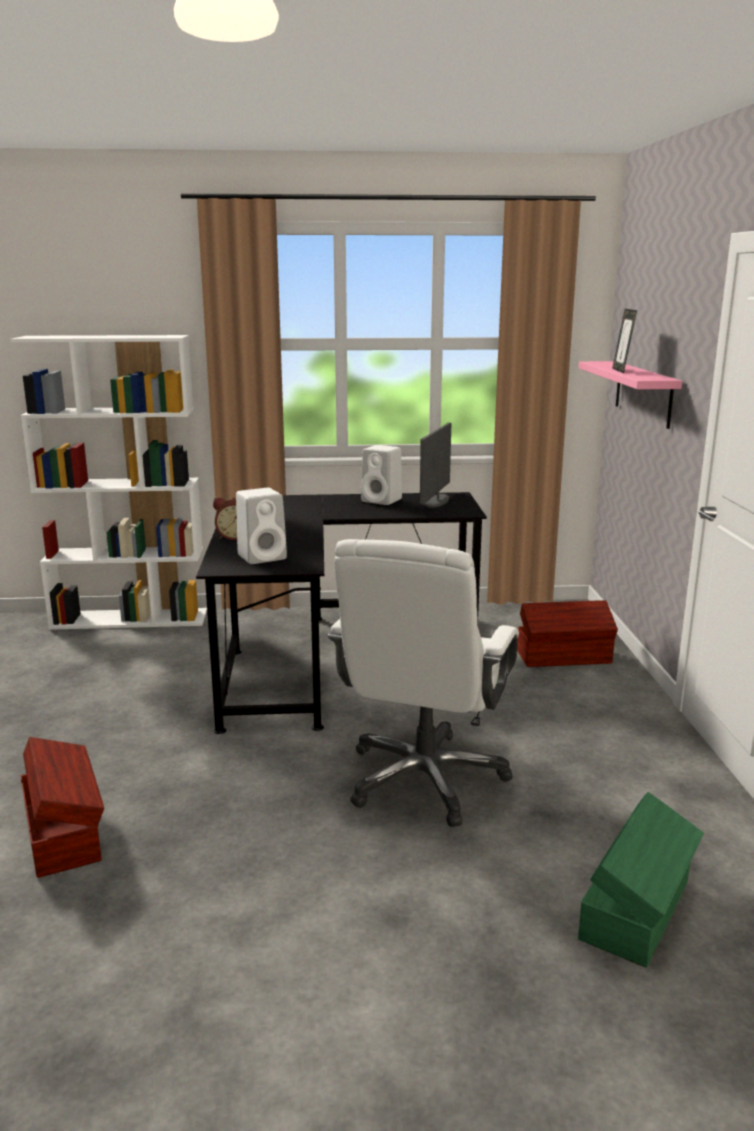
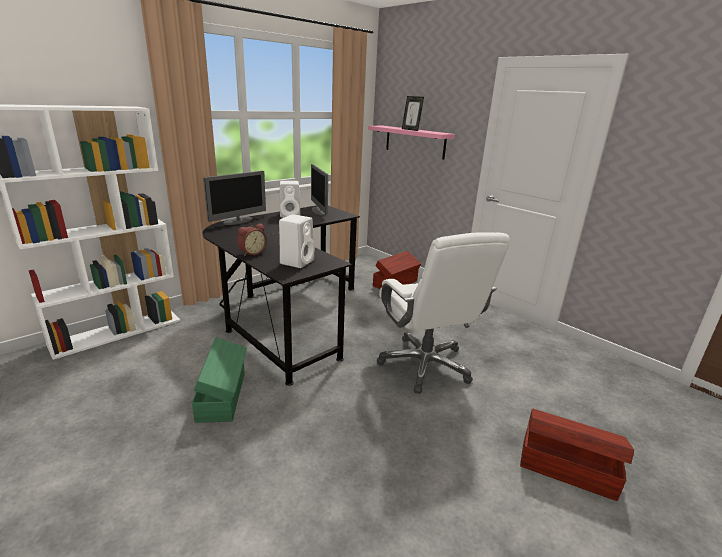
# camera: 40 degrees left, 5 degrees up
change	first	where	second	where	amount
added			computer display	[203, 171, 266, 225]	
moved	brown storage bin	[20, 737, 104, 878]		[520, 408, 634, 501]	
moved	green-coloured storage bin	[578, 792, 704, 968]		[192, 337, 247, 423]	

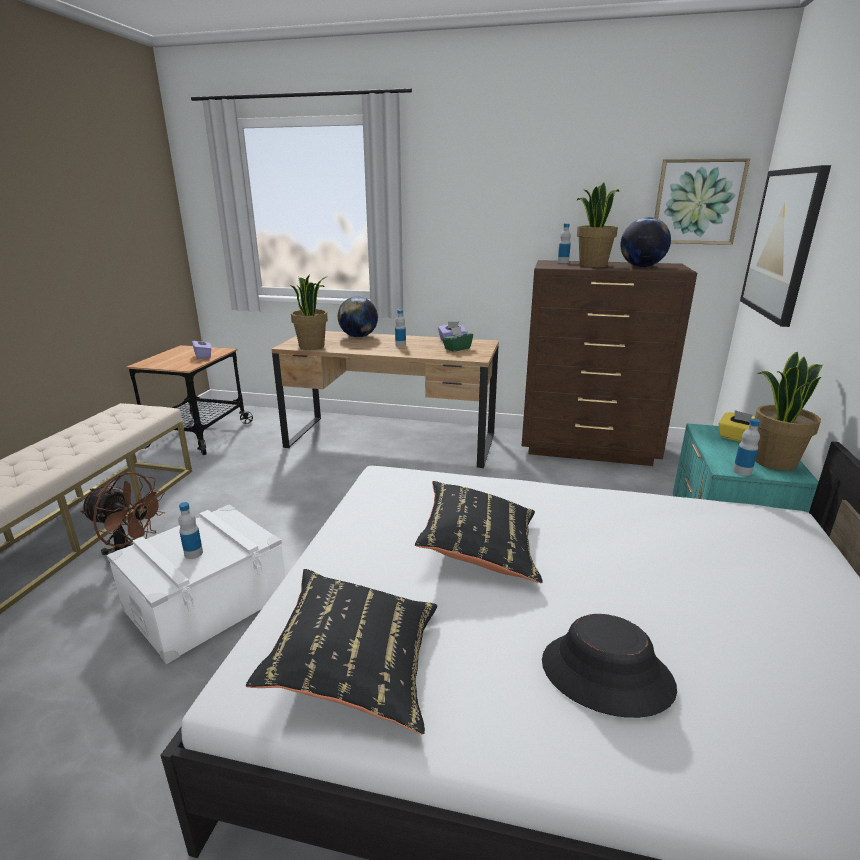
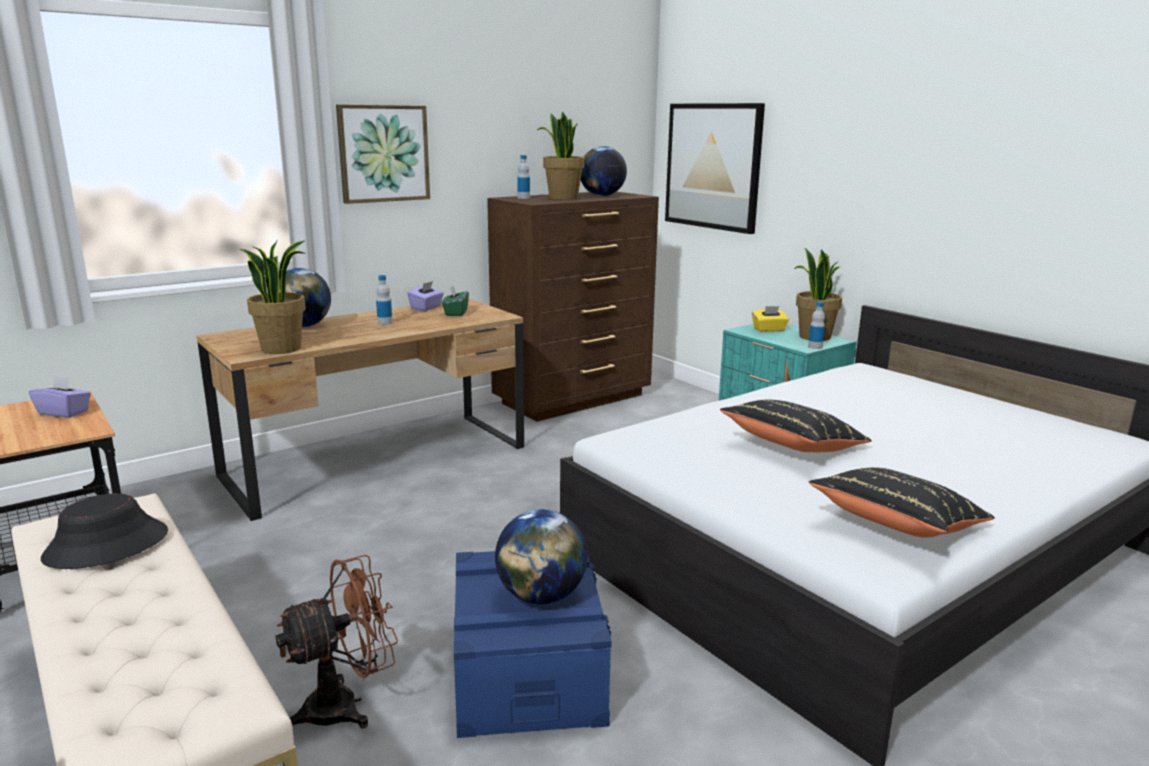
# camera: 50 degrees left, 5 degrees down
change	first	where	second	where	amount
moved	black clothing hat	[542, 614, 677, 718]		[41, 493, 168, 569]	
moved	wall art	[654, 158, 750, 245]		[336, 104, 430, 204]	
replaced	beverage bottle	[178, 502, 203, 559]	world globe	[495, 509, 588, 604]	
recoloured	whitish storage bin	[107, 505, 285, 664]	bluish storage bin	[454, 551, 612, 738]	

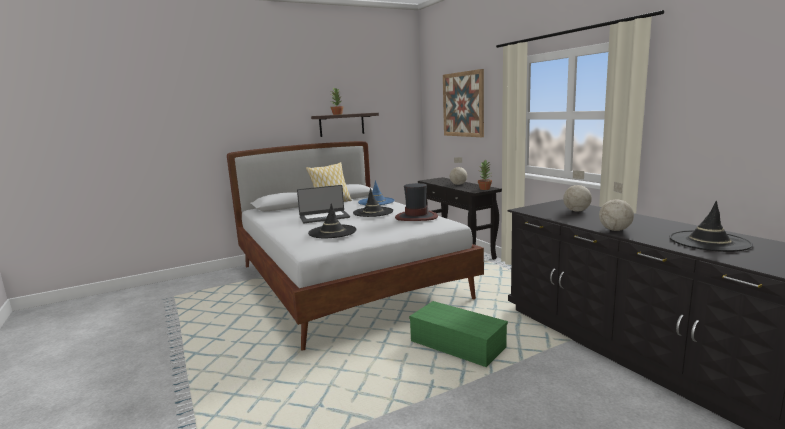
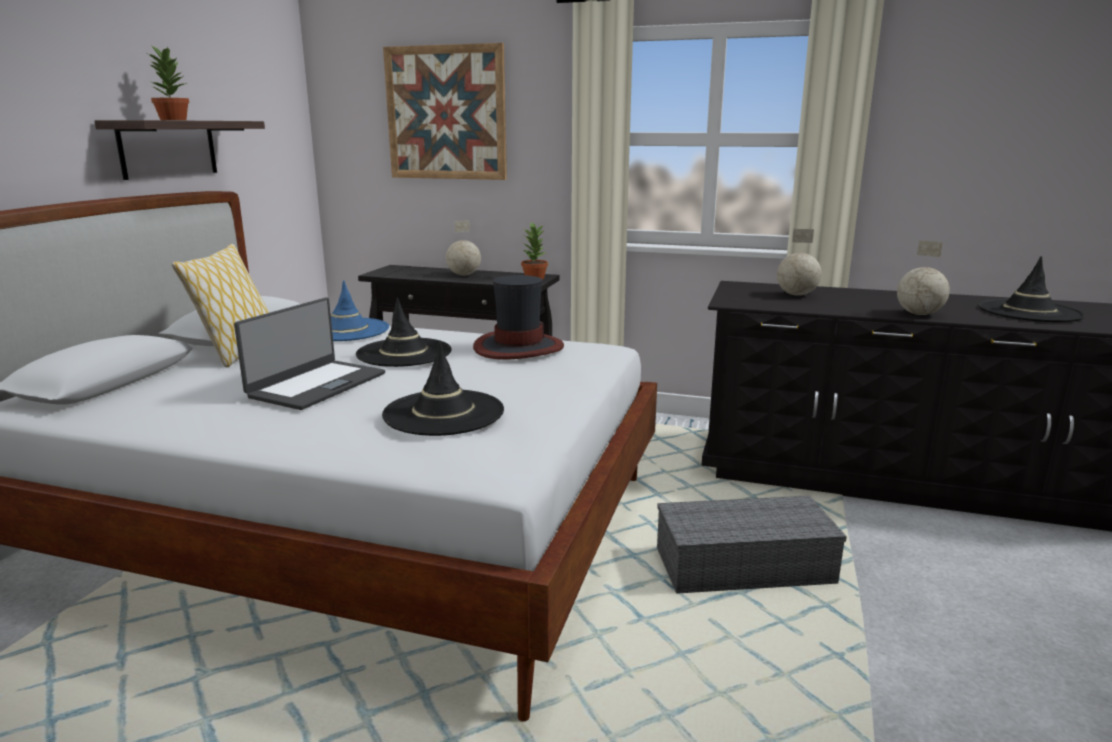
# camera: 45 degrees left, 5 degrees up
change	first	where	second	where	amount
recoloured	green-coloured storage bin	[409, 301, 508, 367]	grey storage bin	[657, 496, 847, 594]	

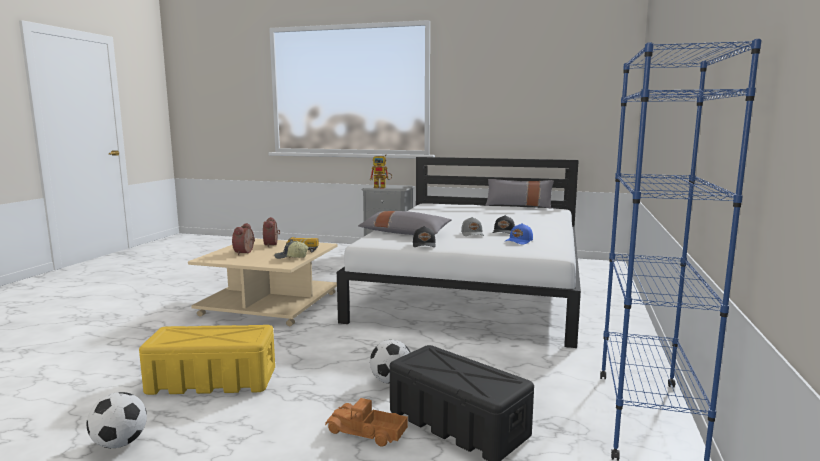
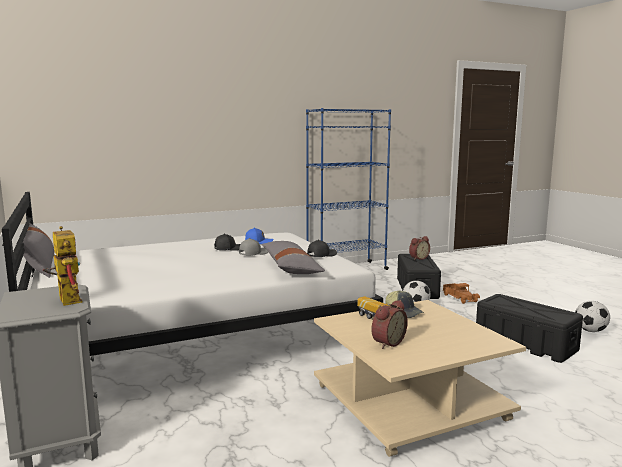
# camera: 130 degrees left, 0 degrees up
change	first	where	second	where	amount
moved	alarm clock	[232, 223, 255, 255]		[409, 236, 430, 260]	
recoloured	yellowish storage bin	[139, 325, 275, 395]	black storage bin	[476, 294, 583, 363]	

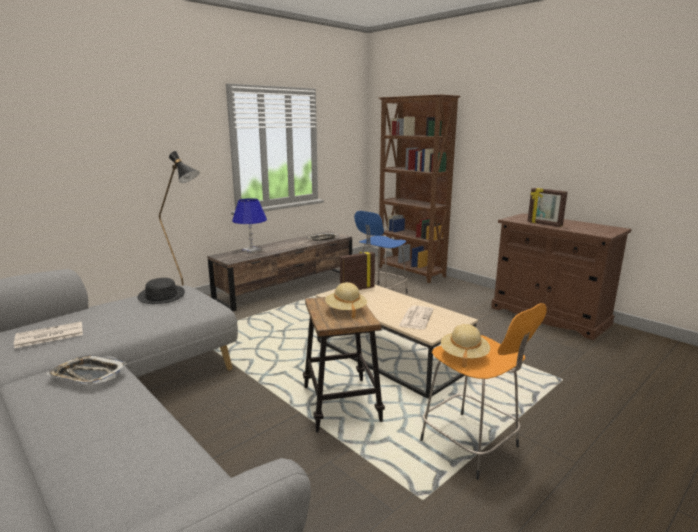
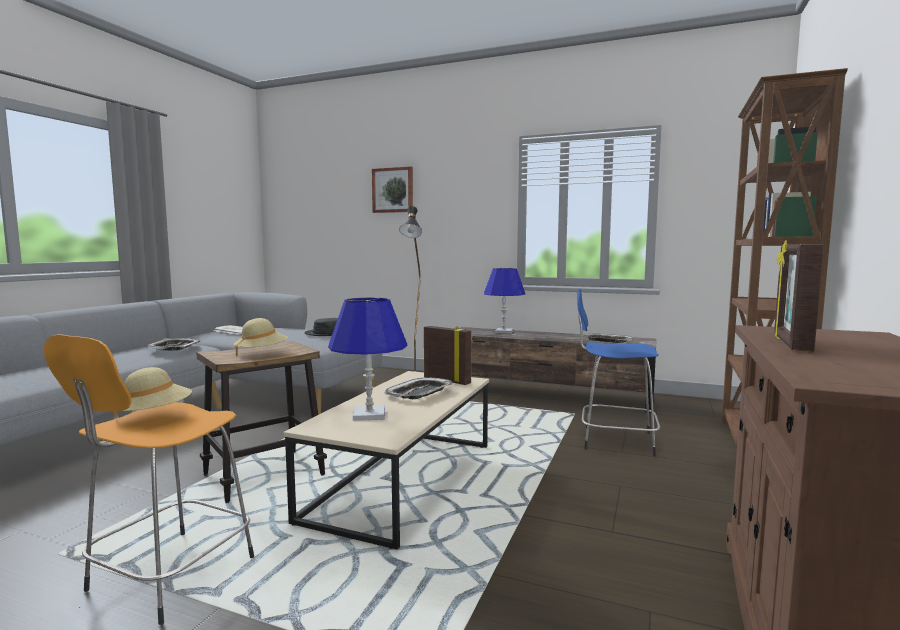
# camera: 65 degrees right, 10 degrees down
change	first	where	second	where	amount
added			wall art	[372, 166, 413, 213]	
added			serving tray	[384, 377, 453, 399]	
replaced	newspaper	[398, 306, 434, 329]	bluish table lamp	[328, 298, 407, 421]	

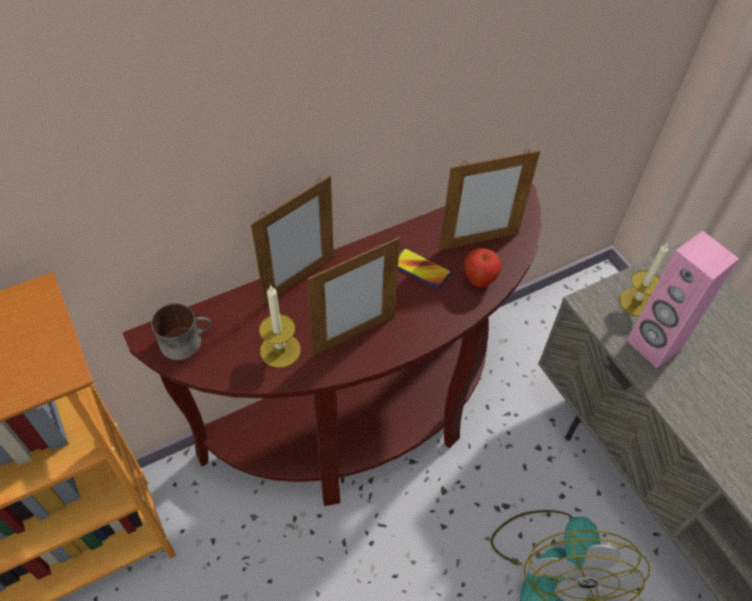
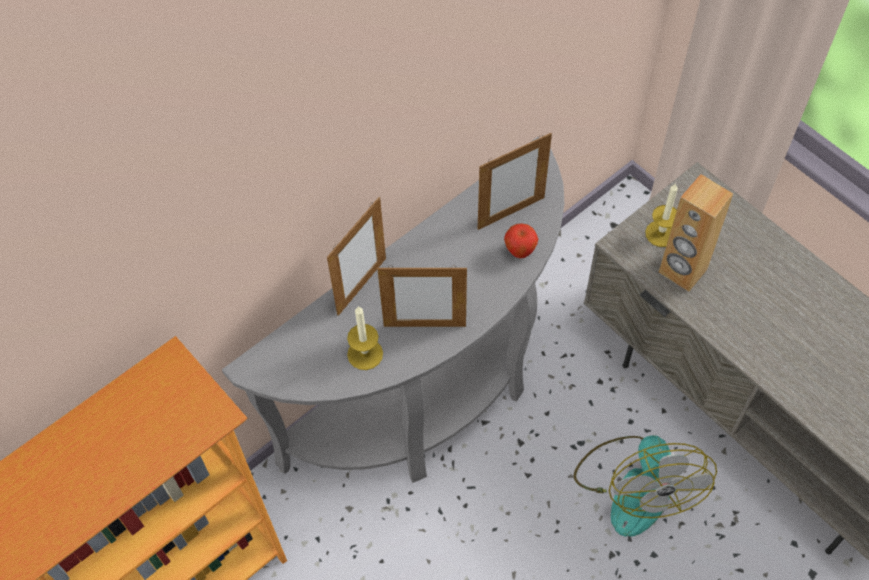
# camera: 10 degrees left, 5 degrees up
change	first	where	second	where	amount
removed	tea mug	[151, 303, 211, 360]			
removed	phone	[398, 248, 452, 289]			
recoloured	brown hall table	[123, 183, 542, 506]	grey hall table	[222, 137, 564, 483]	
recoloured	pink-coloured speaker	[627, 231, 739, 368]	brown speaker	[659, 174, 734, 292]	
turned	photo frame	[307, 237, 400, 356]		[378, 265, 467, 327]	45 degrees clockwise

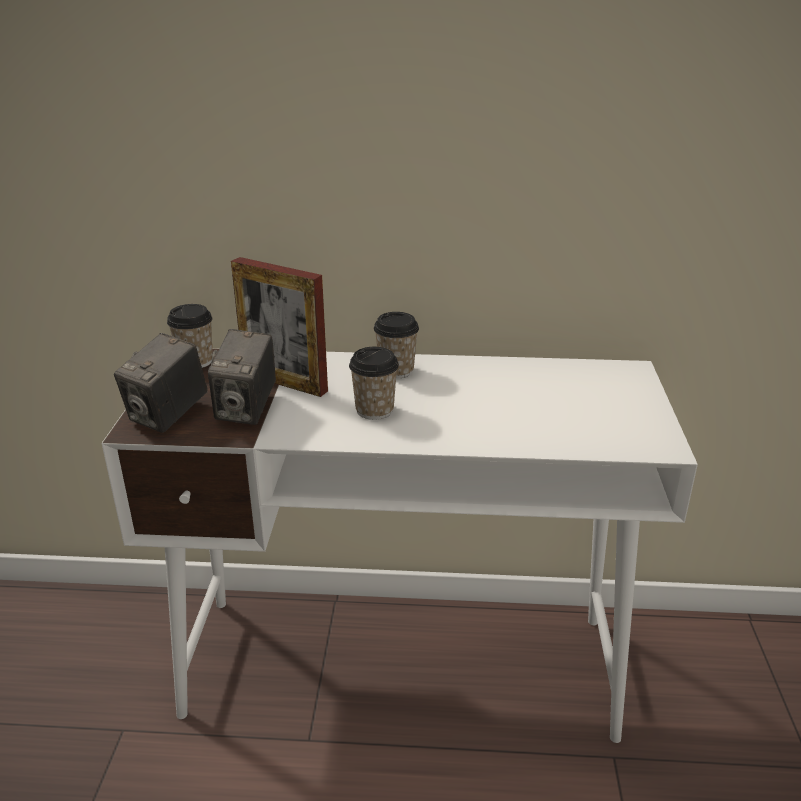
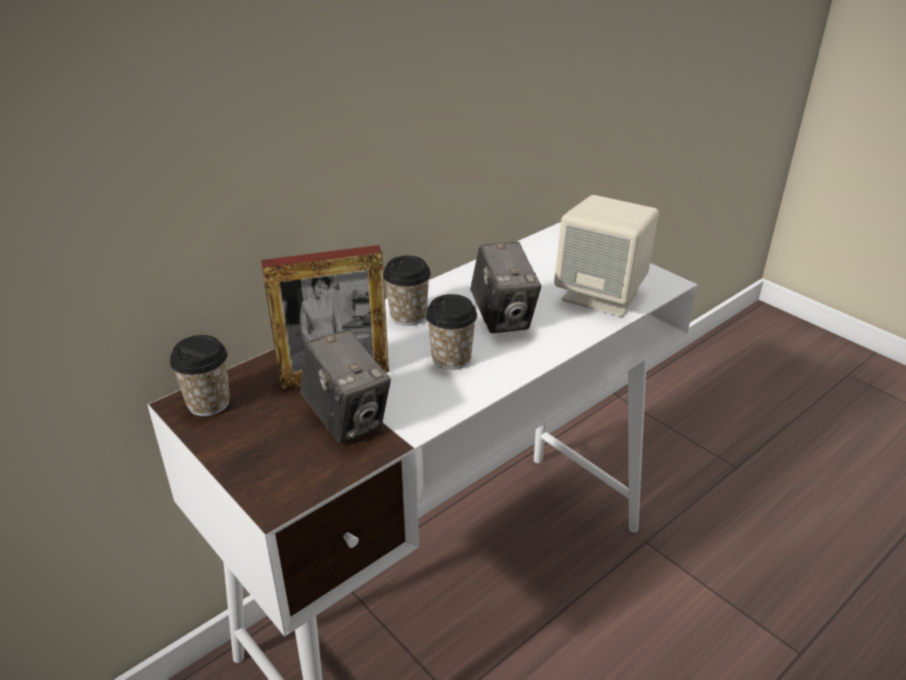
# camera: 45 degrees left, 5 degrees up
change	first	where	second	where	amount
added			beige speaker	[554, 195, 659, 317]	
moved	photo camera	[114, 333, 208, 433]		[470, 242, 541, 333]	

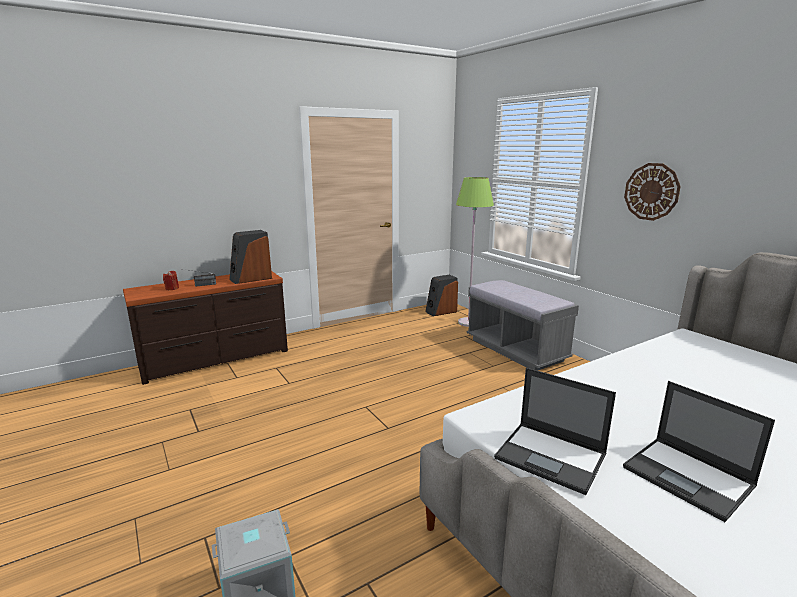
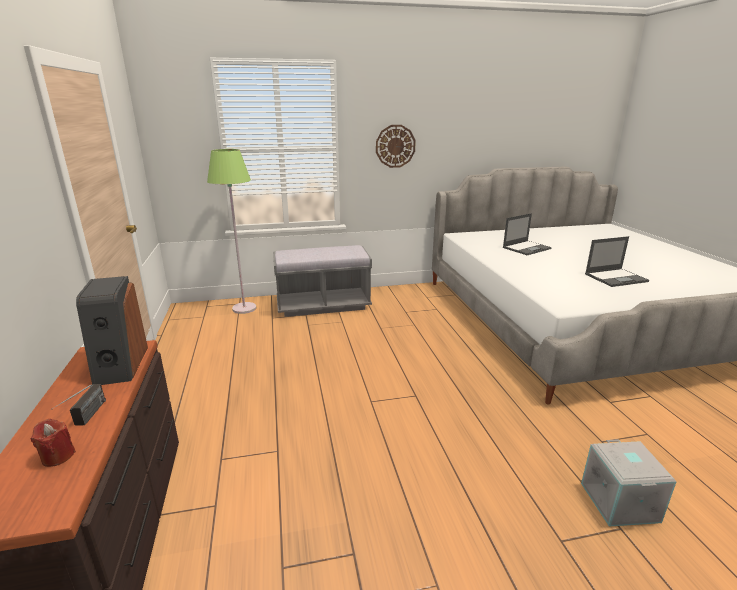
# camera: 70 degrees left, 5 degrees up
change	first	where	second	where	amount
removed	speaker	[425, 275, 458, 316]			
moved	notebook computer	[494, 368, 616, 495]		[503, 213, 552, 255]	

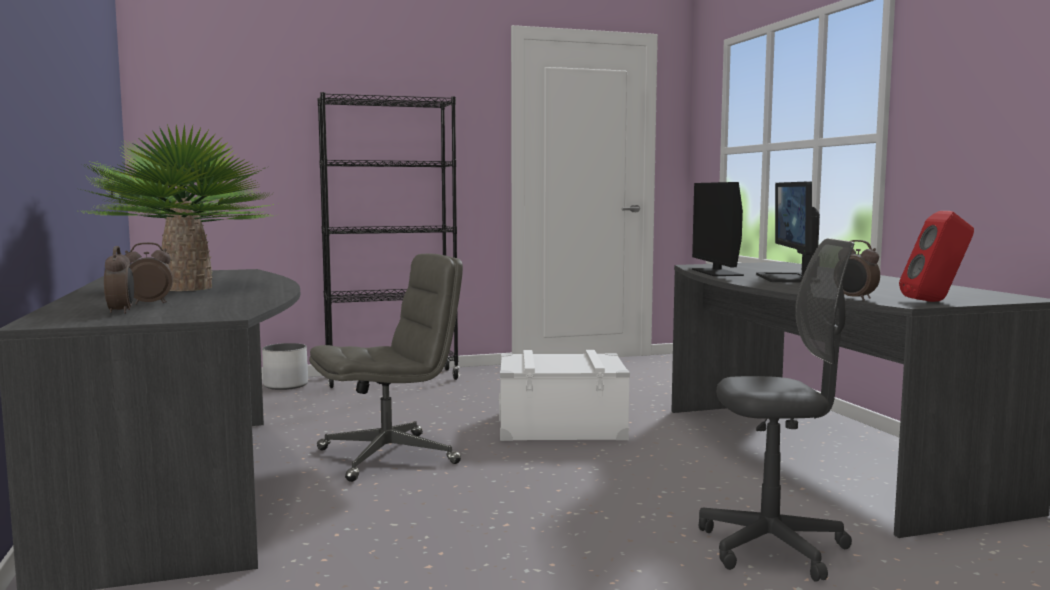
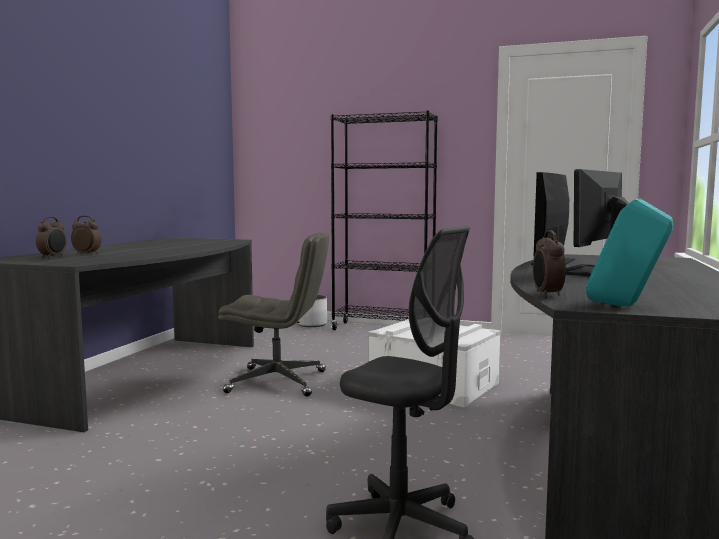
# camera: 35 degrees right, 0 degrees up
change	first	where	second	where	amount
removed	plant in a pot	[79, 124, 280, 291]			
recoloured	red-coloured speaker	[899, 211, 974, 302]	blue-green speaker	[586, 199, 673, 306]	

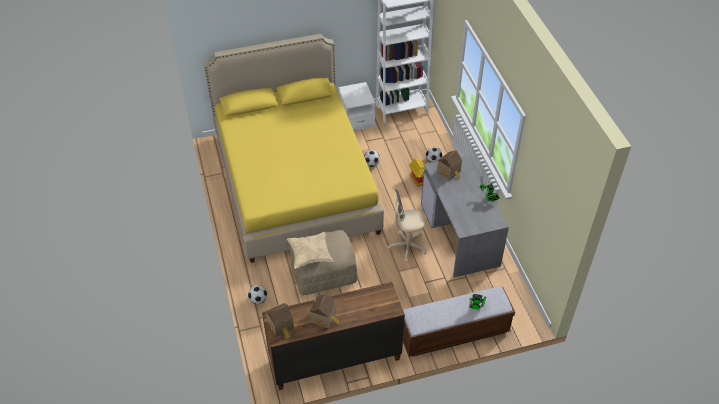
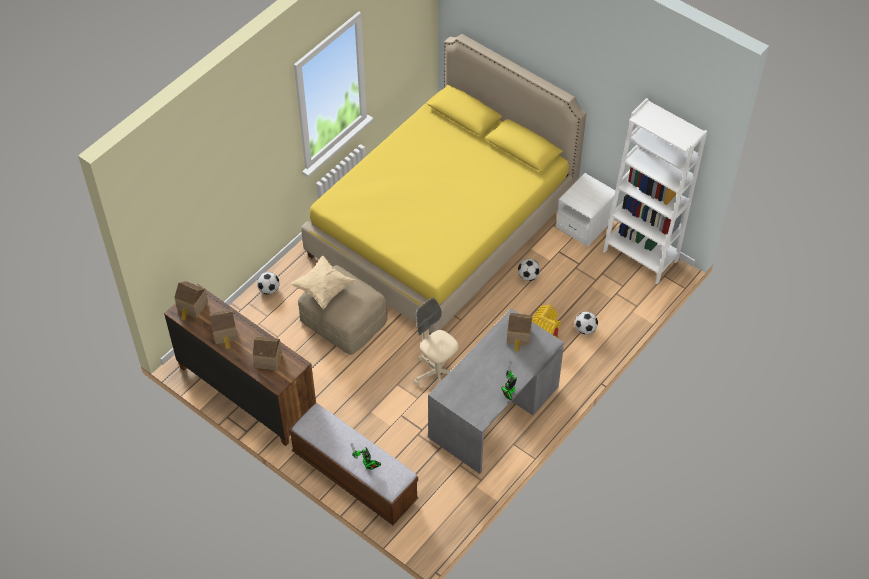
# camera: 55 degrees right, 5 degrees up
change	first	where	second	where	amount
added			miniature house	[253, 336, 282, 371]	

